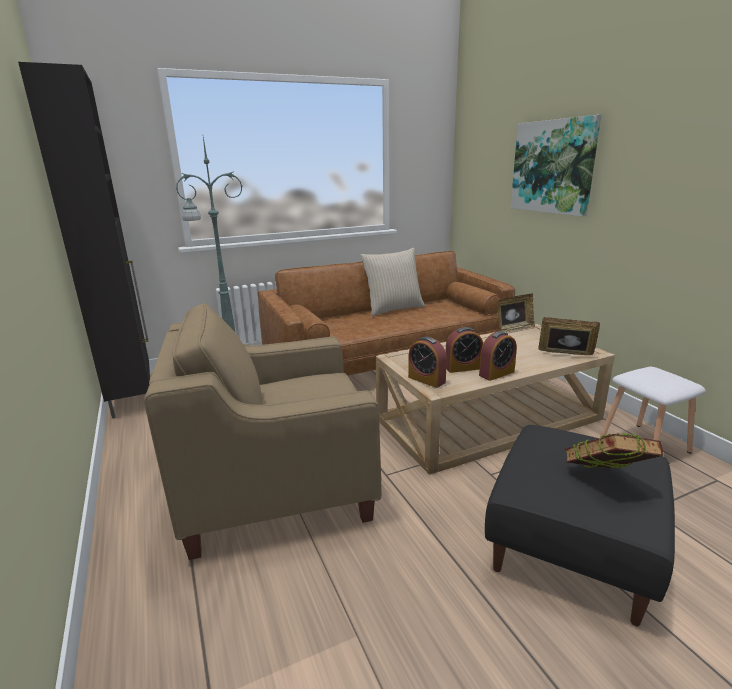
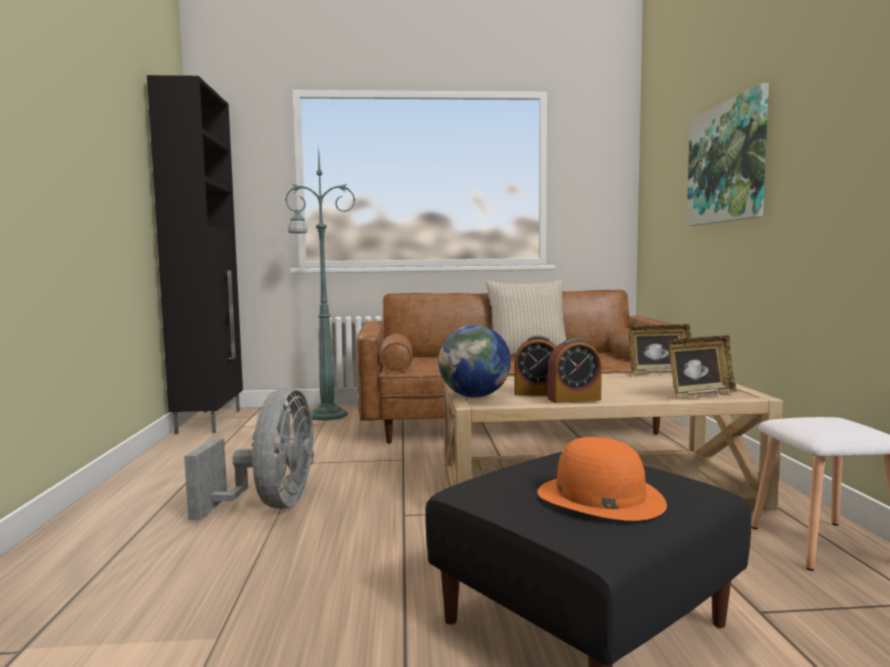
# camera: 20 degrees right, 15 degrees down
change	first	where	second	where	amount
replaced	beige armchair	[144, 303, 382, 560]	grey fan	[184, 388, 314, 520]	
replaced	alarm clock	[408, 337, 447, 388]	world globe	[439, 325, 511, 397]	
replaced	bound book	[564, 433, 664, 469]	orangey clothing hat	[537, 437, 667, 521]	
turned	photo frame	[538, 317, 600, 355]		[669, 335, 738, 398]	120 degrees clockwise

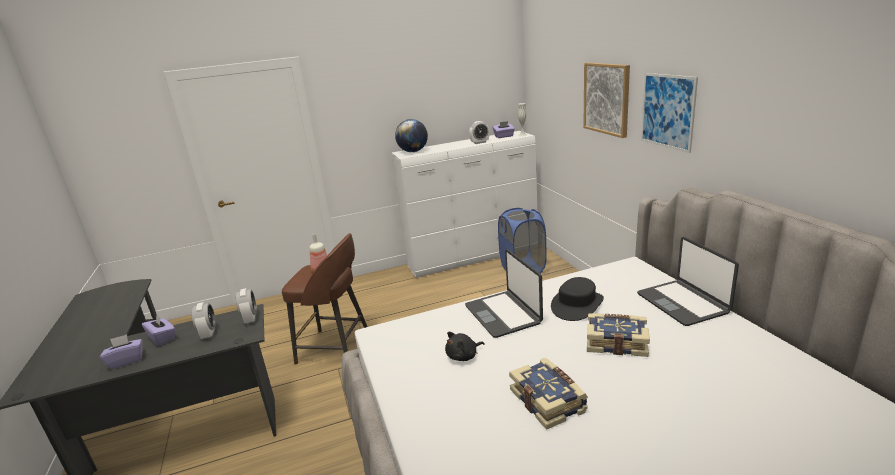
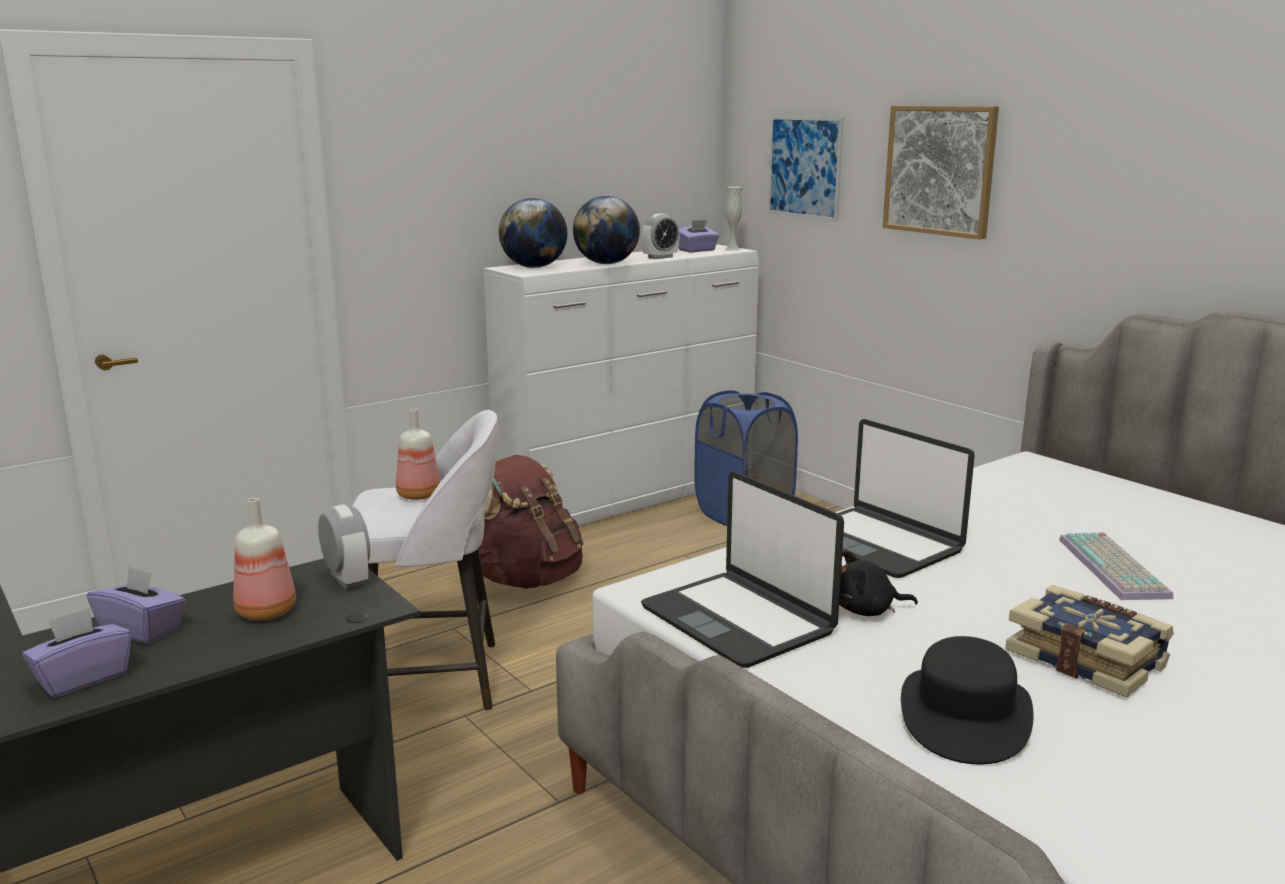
# camera: 20 degrees left, 5 degrees down
change	first	where	second	where	amount
added			brown backpack	[478, 455, 584, 589]	
added			world globe	[573, 196, 640, 264]	
moved	black clothing hat	[551, 277, 604, 321]		[901, 636, 1033, 764]	
moved	notebook computer	[637, 237, 739, 326]		[641, 472, 844, 668]	
moved	wall art	[641, 73, 698, 153]		[767, 116, 844, 221]	
replaced	alarm clock	[192, 302, 215, 340]	beverage bottle	[233, 498, 296, 621]	
replaced	bound book	[587, 313, 650, 357]	computer keyboard	[1059, 533, 1173, 600]	
recoloured	brown stool seat	[282, 233, 368, 364]	whitish stool seat	[352, 410, 498, 711]	
turned	black cuddly toy	[445, 332, 485, 361]		[839, 551, 918, 616]	45 degrees clockwise

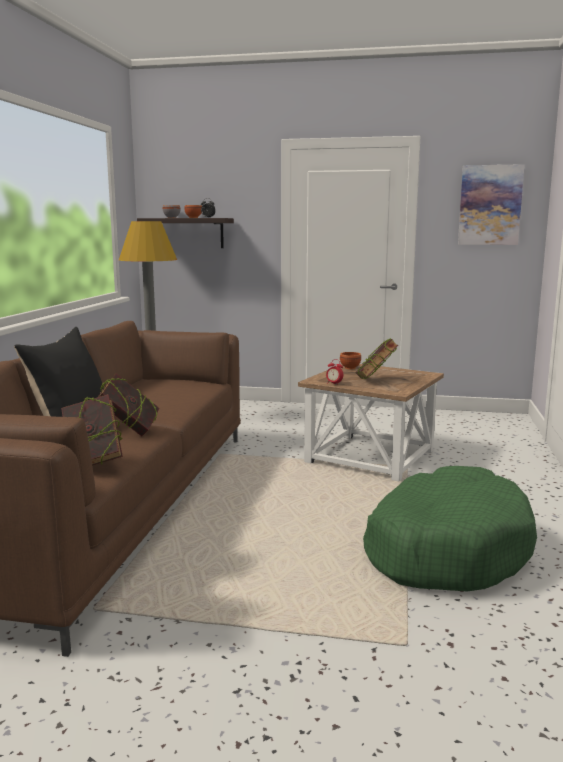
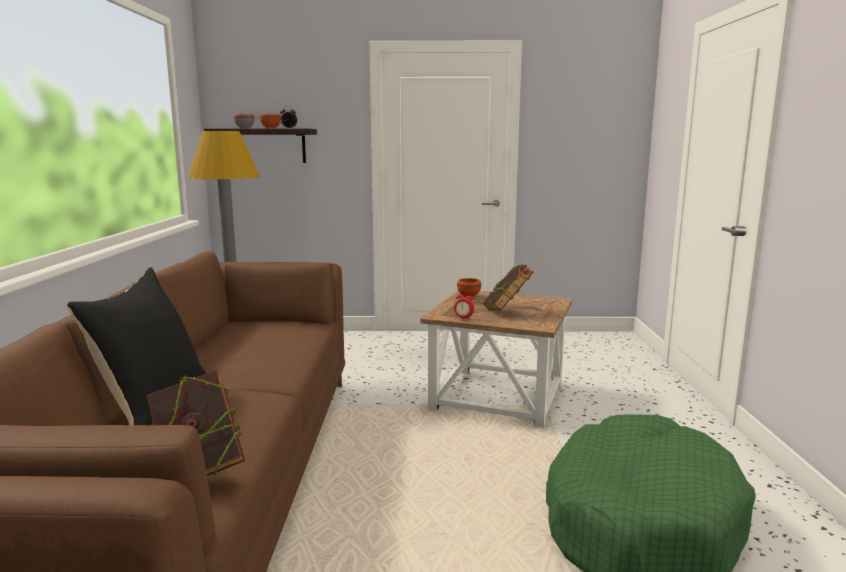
# camera: 10 degrees left, 0 degrees up
change	first	where	second	where	amount
removed	bound book	[98, 373, 159, 436]			
removed	wall art	[458, 164, 525, 245]			

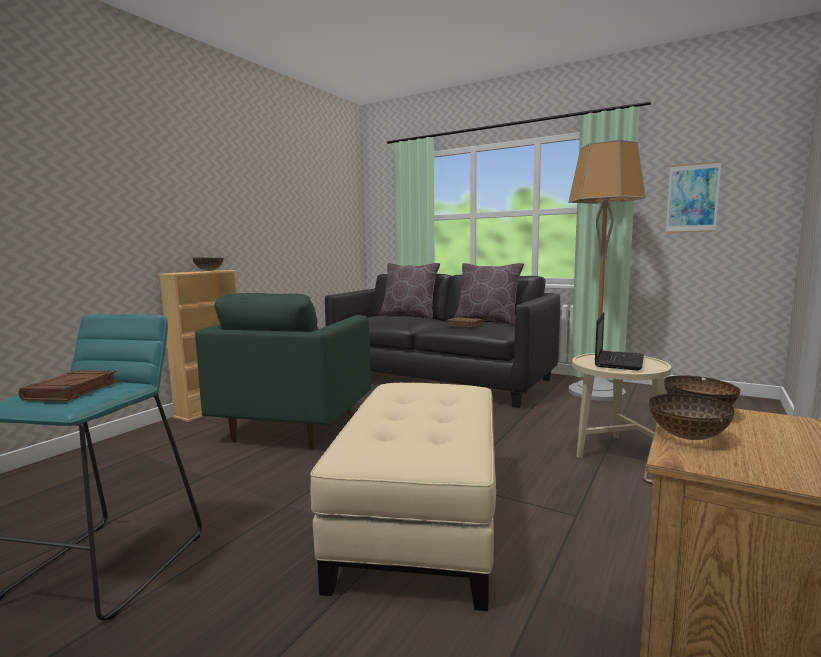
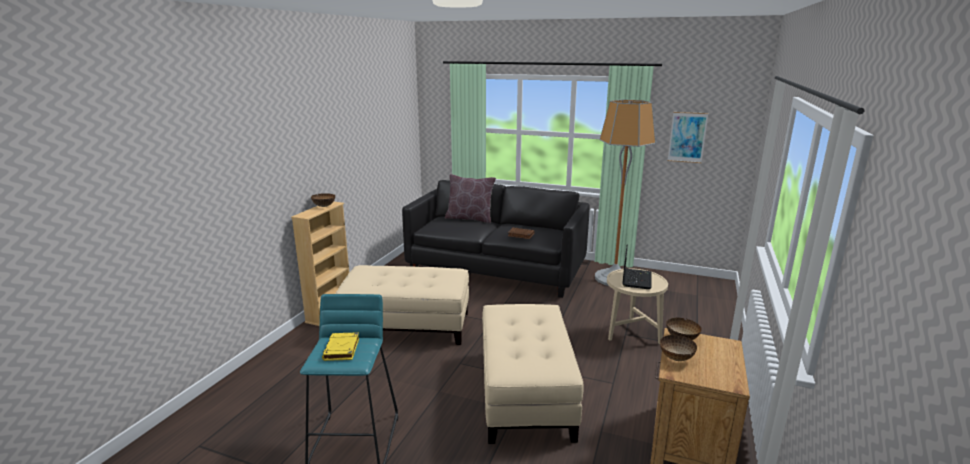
# camera: 10 degrees left, 10 degrees up
change	first	where	second	where	amount
removed	brown cushion	[454, 263, 524, 325]			
replaced	green-coloured armchair	[195, 293, 371, 449]	beige ottoman	[335, 265, 469, 345]	
recoloured	brown bound book	[19, 370, 117, 401]	yellowish bound book	[322, 332, 359, 361]	

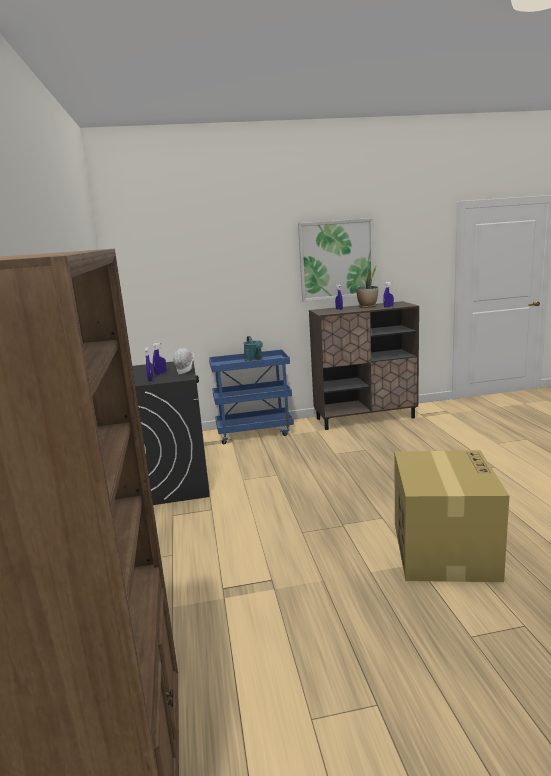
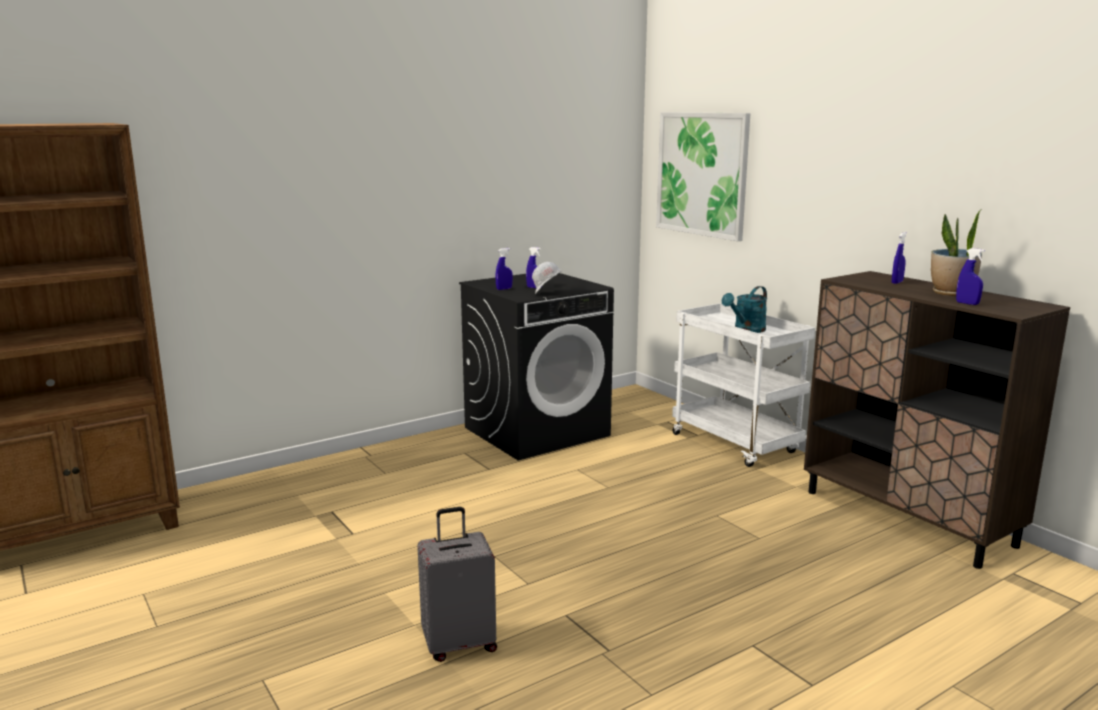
# camera: 65 degrees right, 0 degrees up
change	first	where	second	where	amount
moved	wall art	[298, 218, 375, 302]		[656, 112, 750, 241]	
replaced	cardboard box	[394, 450, 509, 582]	grey piece of luggage	[417, 507, 497, 662]	
recoloured	bluish wheeled cart	[209, 349, 294, 444]	whitish wheeled cart	[672, 303, 815, 467]	

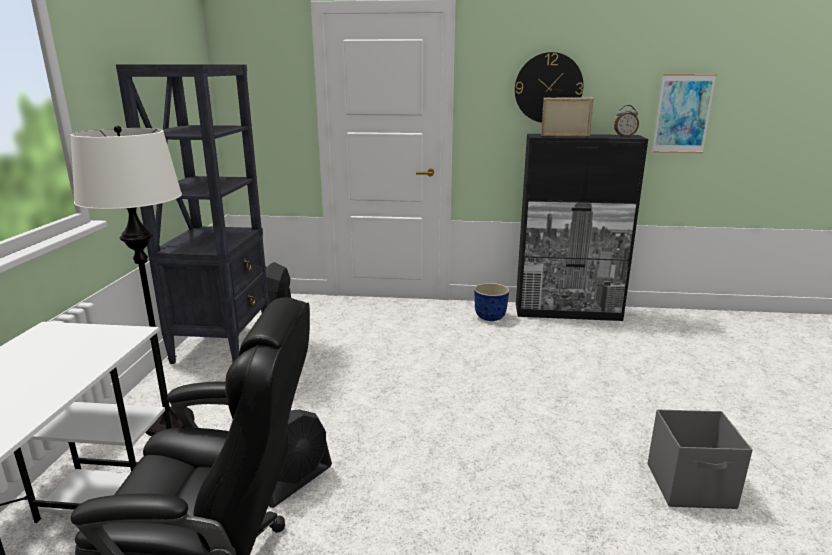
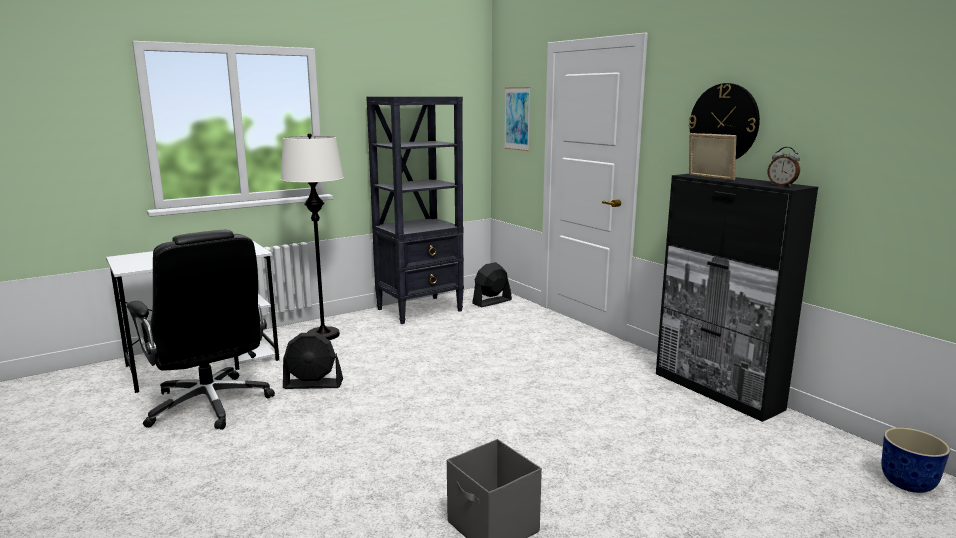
# camera: 50 degrees right, 5 degrees down
change	first	where	second	where	amount
moved	planter	[474, 283, 509, 321]		[881, 427, 950, 493]	
moved	wall art	[652, 74, 717, 153]		[504, 87, 531, 151]	

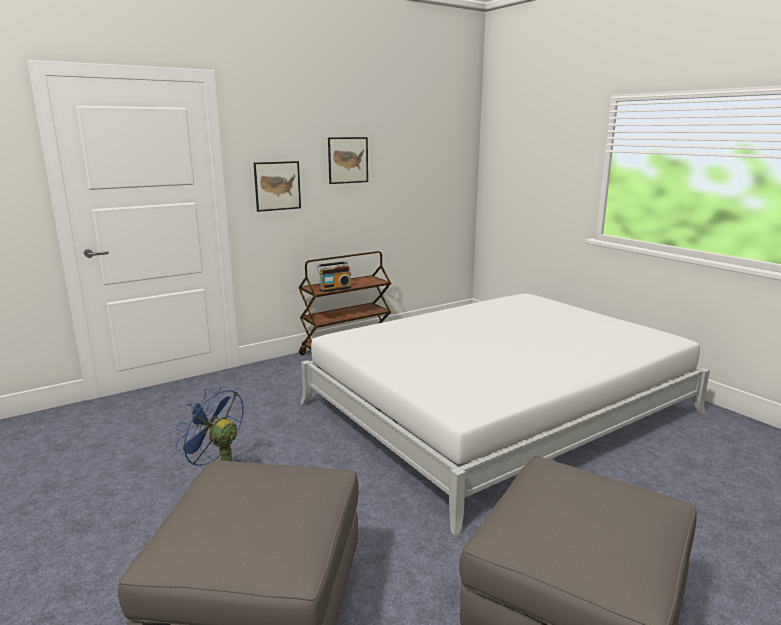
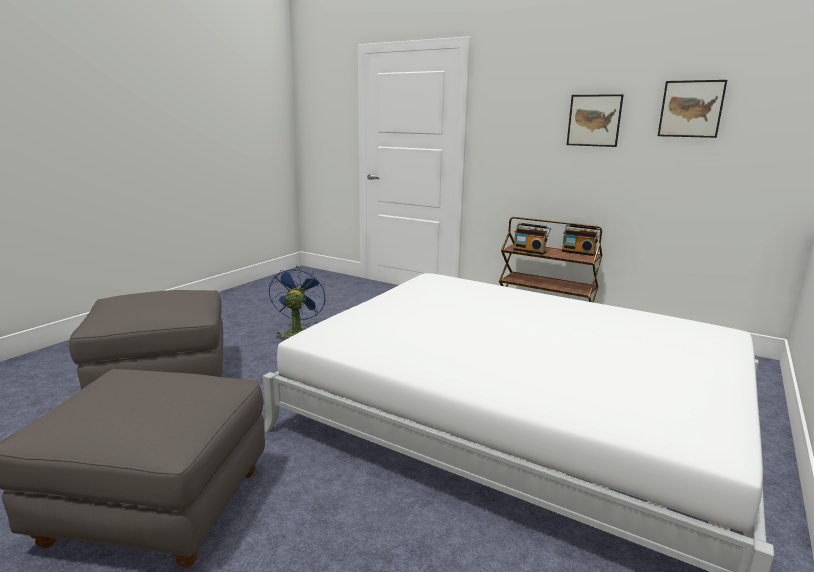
# camera: 65 degrees right, 0 degrees up
change	first	where	second	where	amount
added			radio receiver	[562, 224, 600, 256]	
moved	wall art	[254, 161, 301, 212]		[658, 80, 727, 138]	

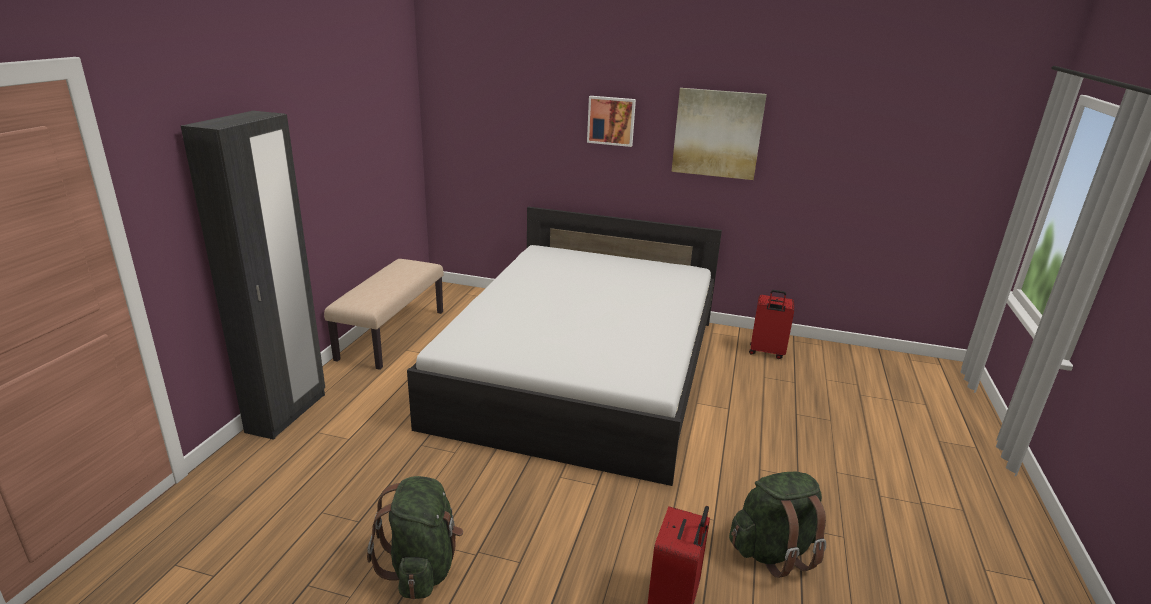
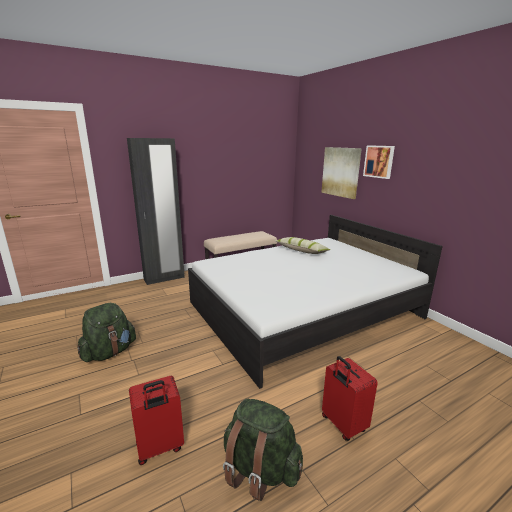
# camera: 45 degrees right, 5 degrees down
change	first	where	second	where	amount
added			cushion	[275, 237, 330, 254]	
moved	wall art	[672, 88, 767, 180]		[321, 147, 362, 199]	
moved	red-coloured piece of luggage	[749, 290, 794, 359]		[322, 356, 378, 441]	

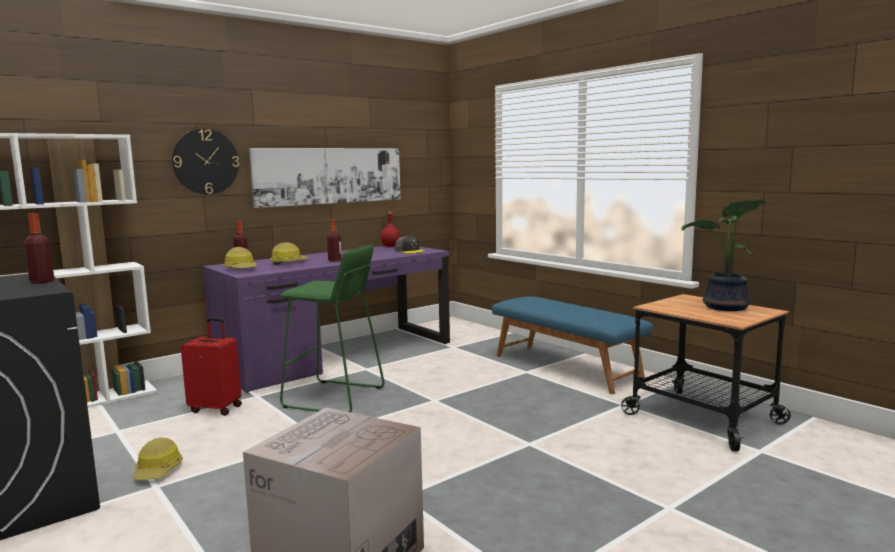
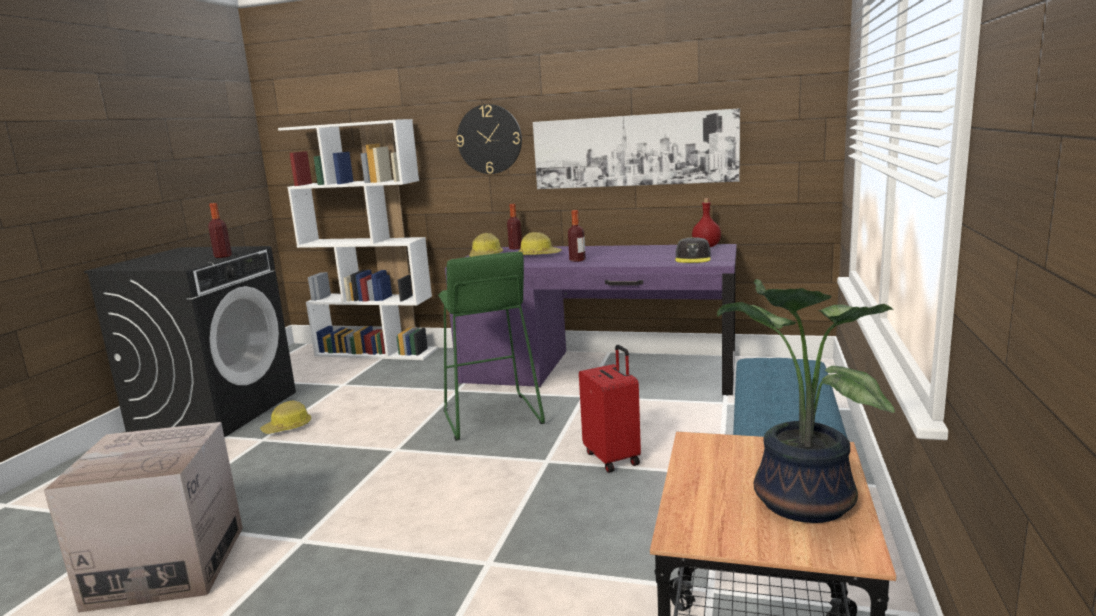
# camera: 55 degrees right, 5 degrees up
change	first	where	second	where	amount
moved	red-coloured piece of luggage	[181, 318, 242, 416]		[579, 345, 641, 473]	

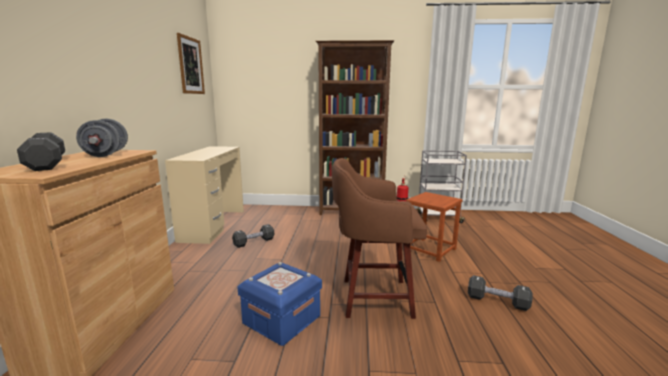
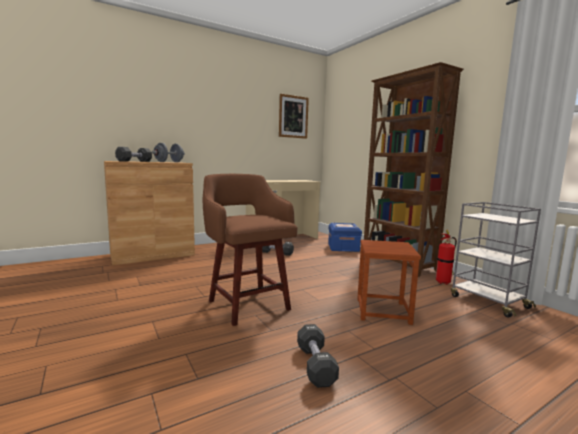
# camera: 55 degrees right, 5 degrees down
change	first	where	second	where	amount
moved	bluish storage bin	[237, 262, 322, 346]		[328, 222, 362, 252]	

